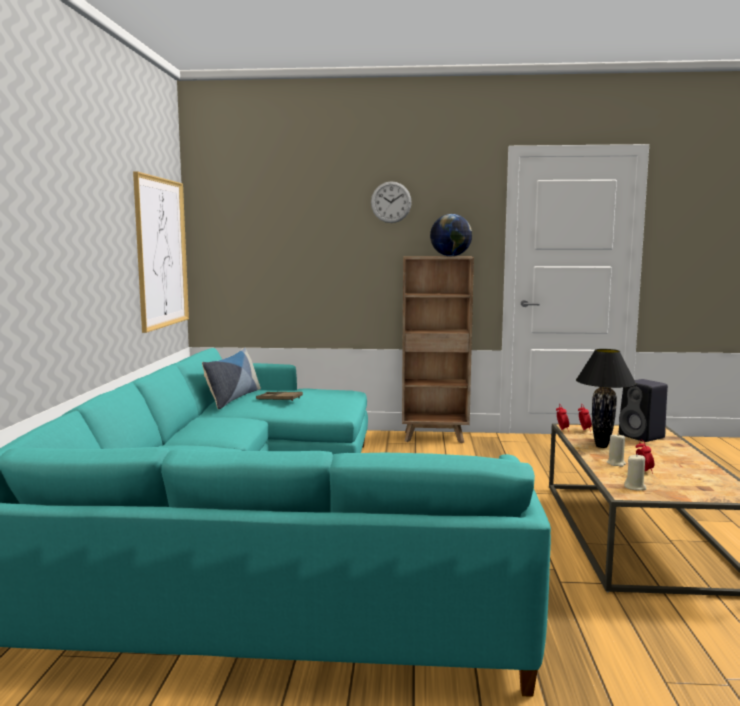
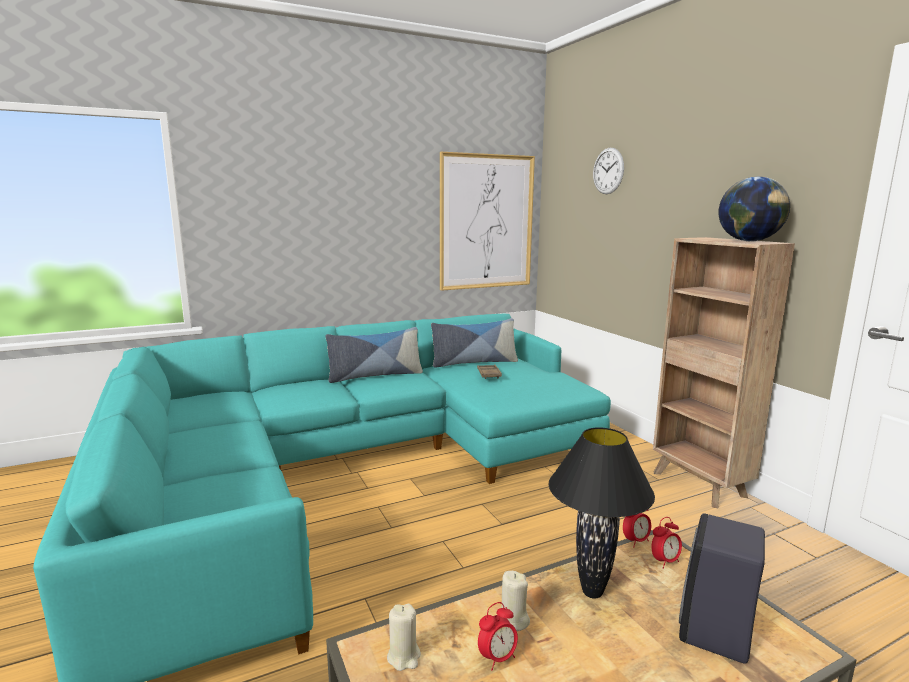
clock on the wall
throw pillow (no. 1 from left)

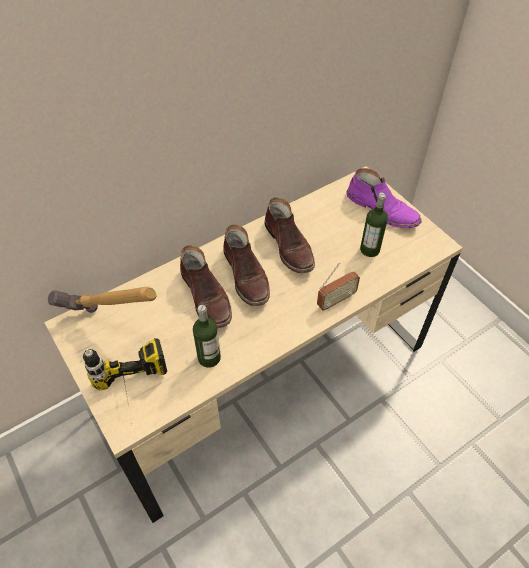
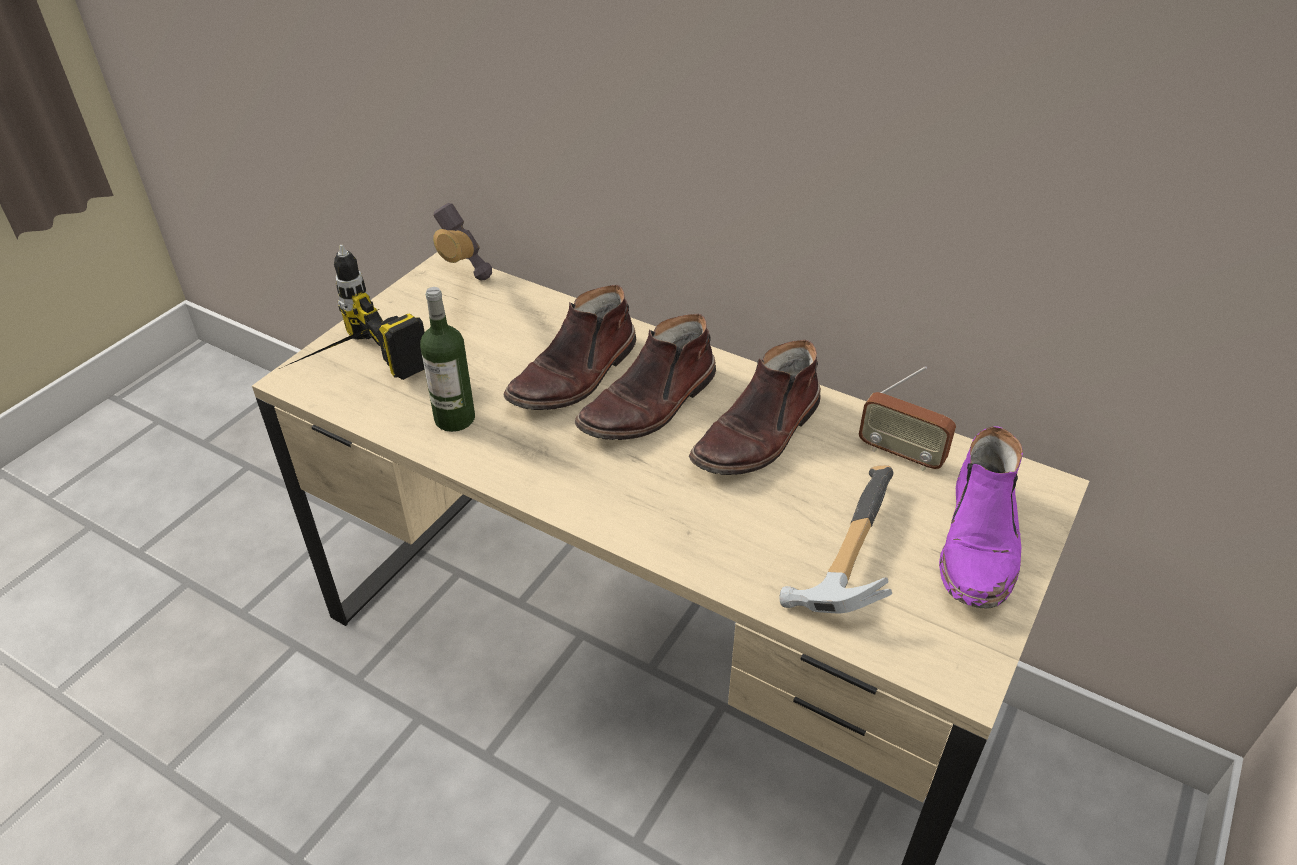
tool hammer (no. 2 from left)
radio

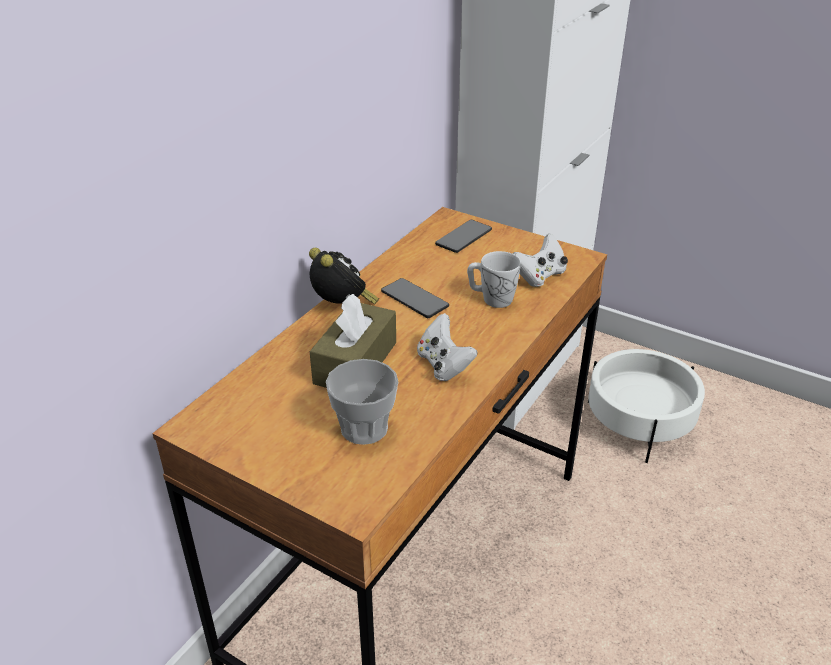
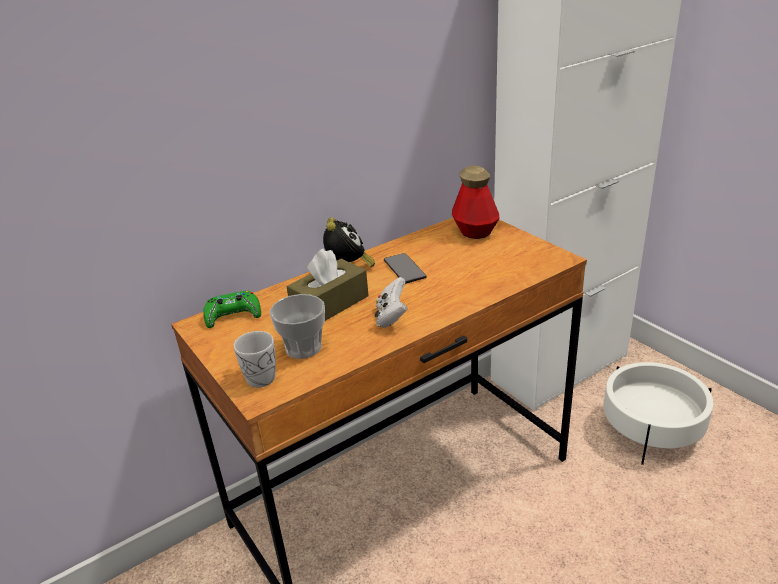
drink bottle
whitish joypad (no. 2 from left in the first image)
whitish coffee mug
green-coloured joypad

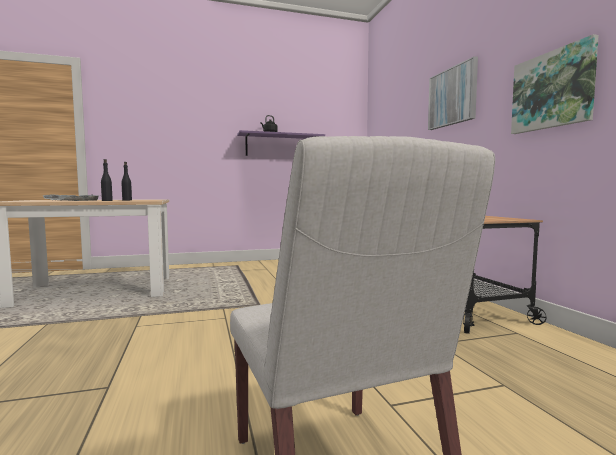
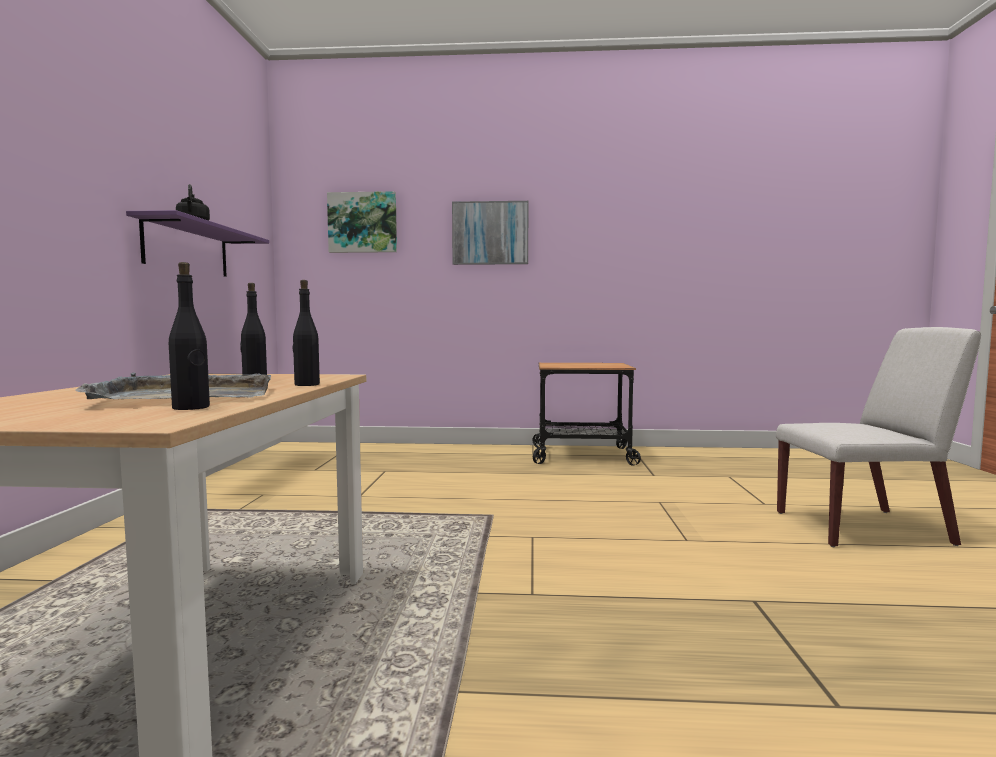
wall art (no. 1 from left)
black-coloured drink bottle (no. 1 from left)

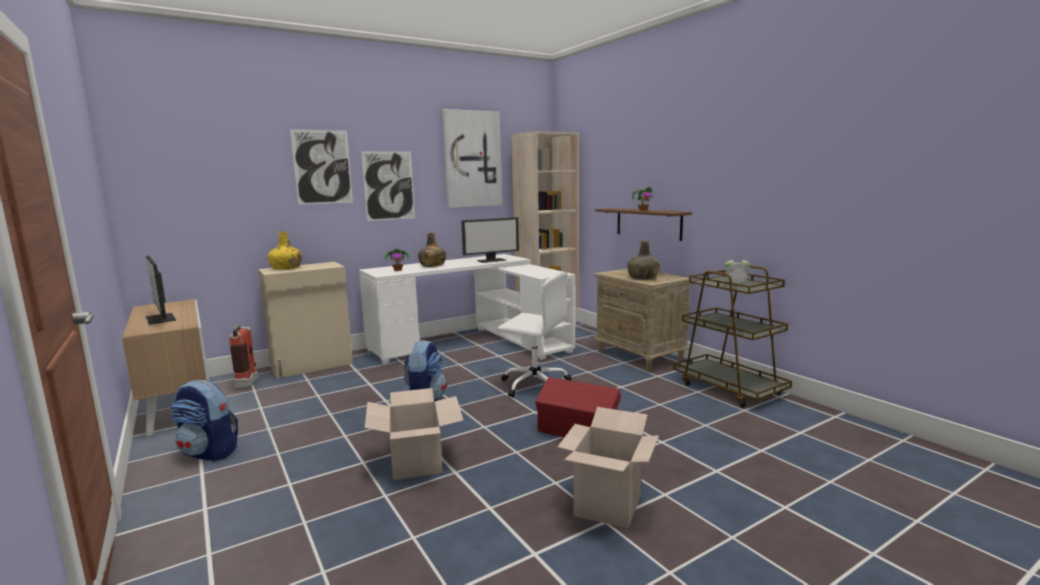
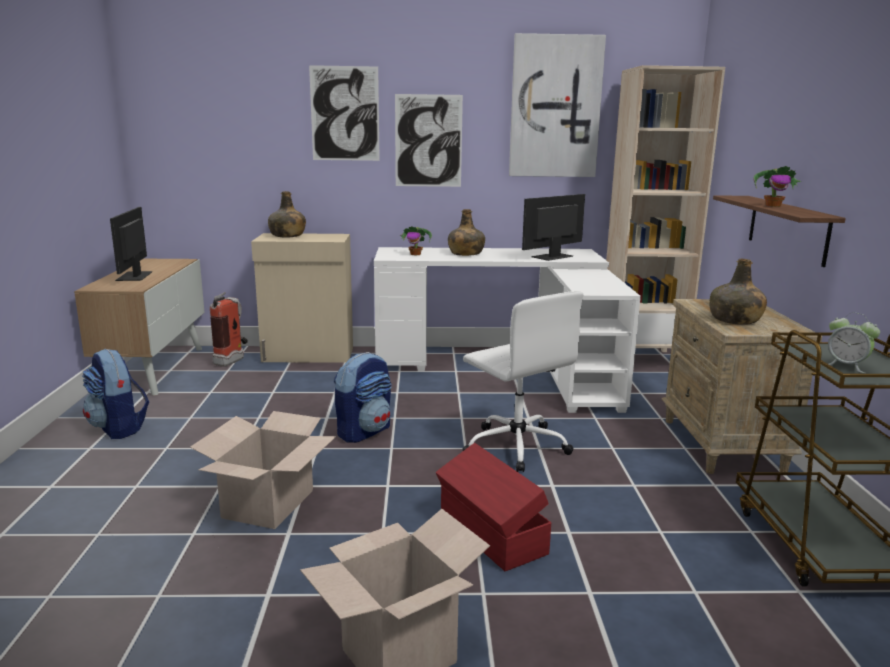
monitor (no. 2 from left)
green-coloured drink bottle (no. 1 from left)

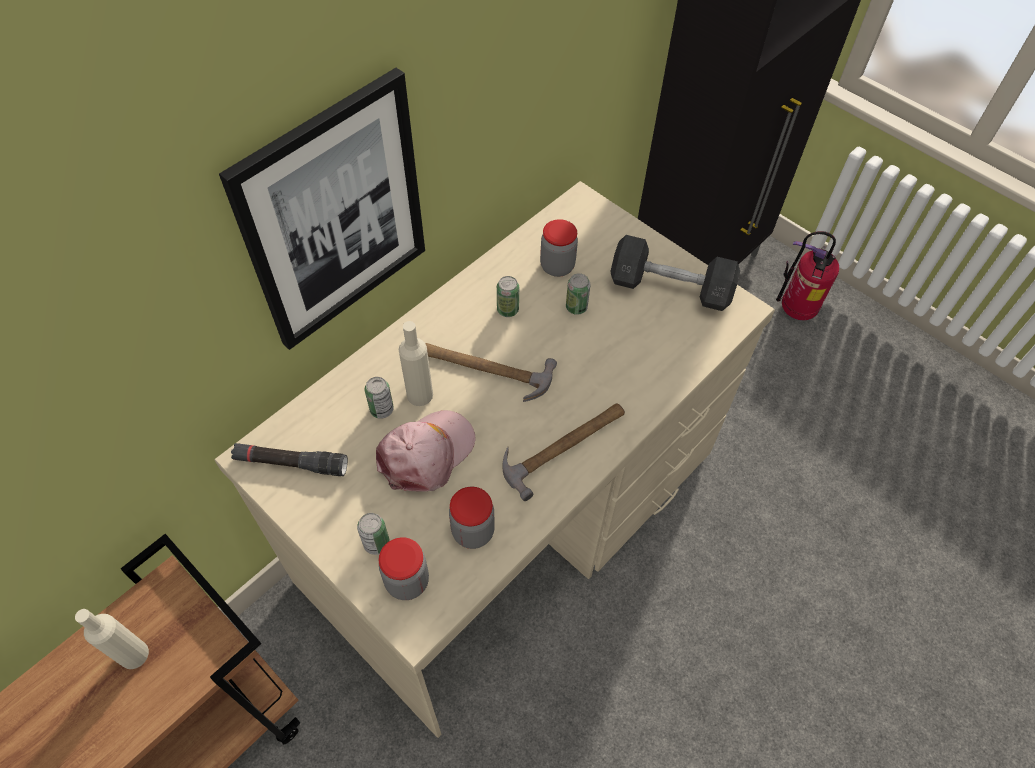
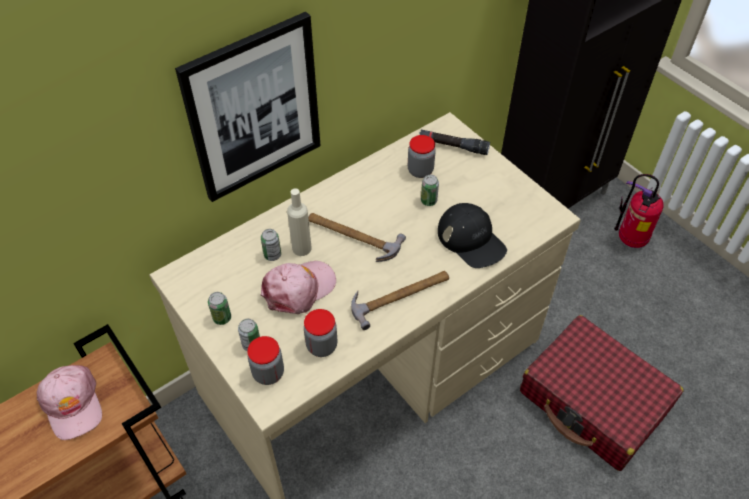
gray hand weight
metal can (no. 1 from left)
black-coloured flashlight
pinkish baseball cap (no. 1 from left)
black-coloured baseball cap
red travel case

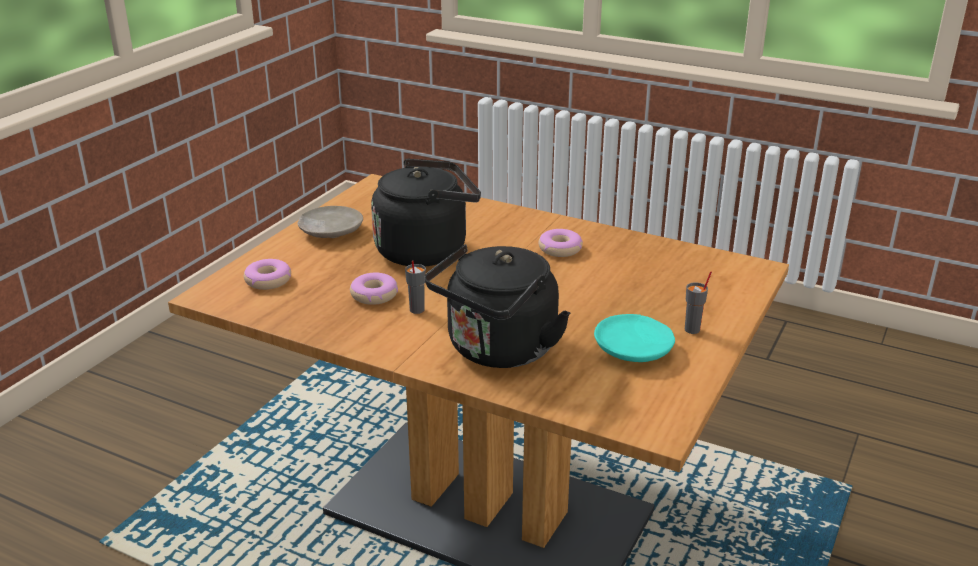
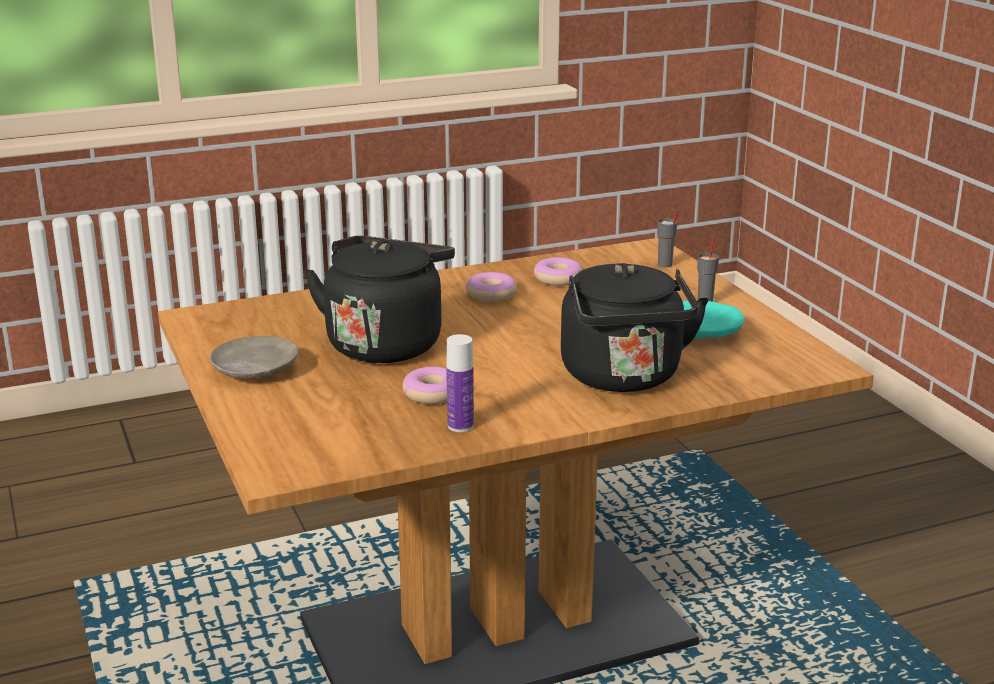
ring doughnut (no. 3 from left)
gray cup (no. 1 from left)
drink bottle

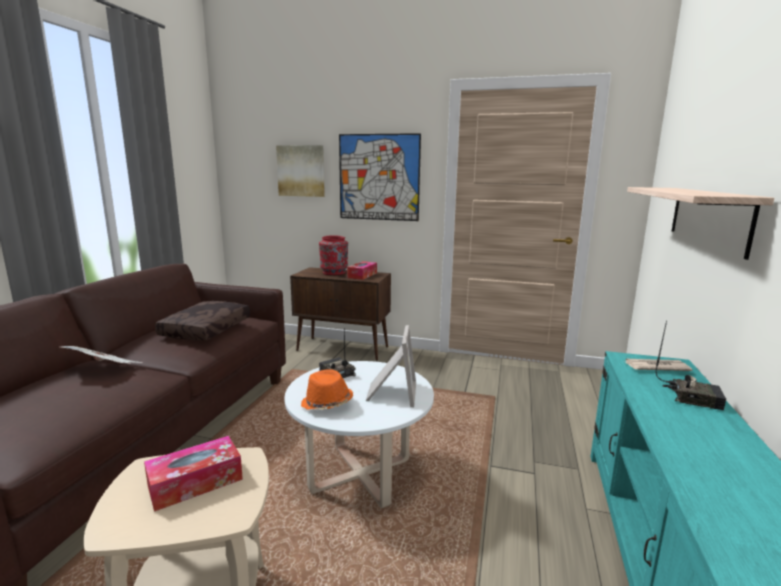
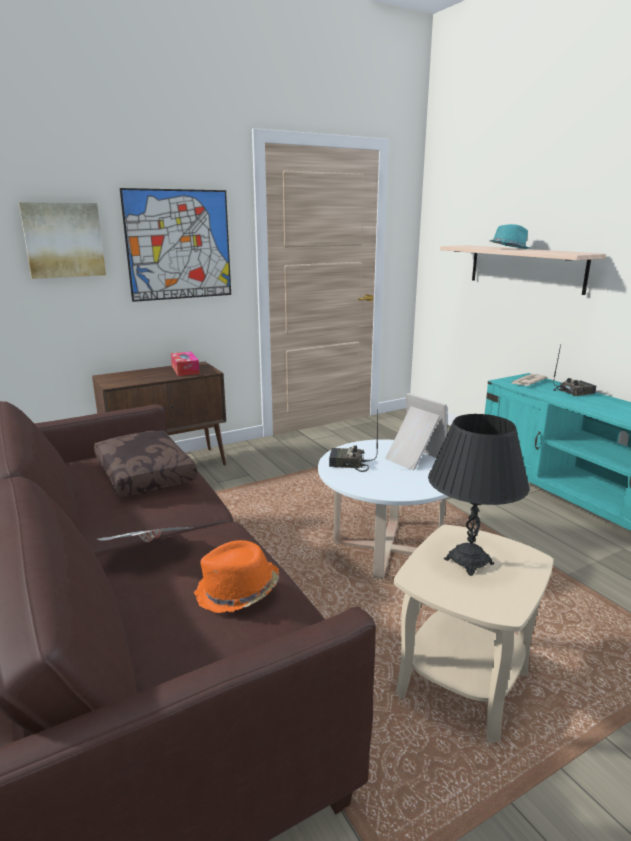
red vase
orangey wearable hat
black-coloured tabletop lamp
turquoise-coloured wearable hat

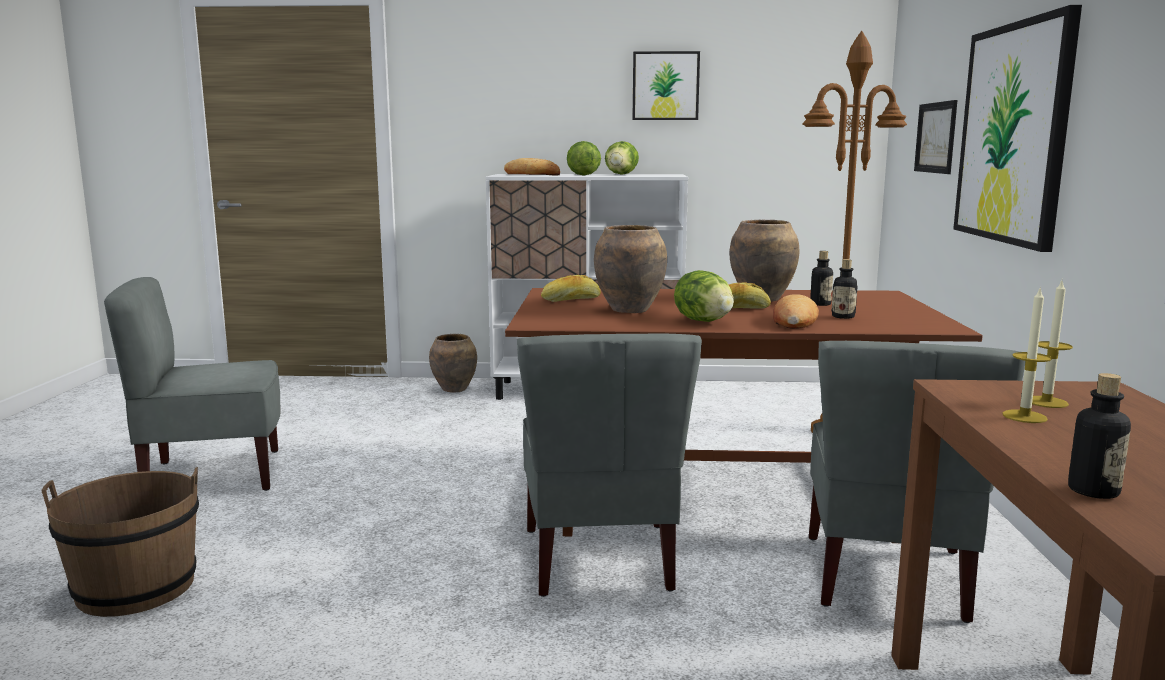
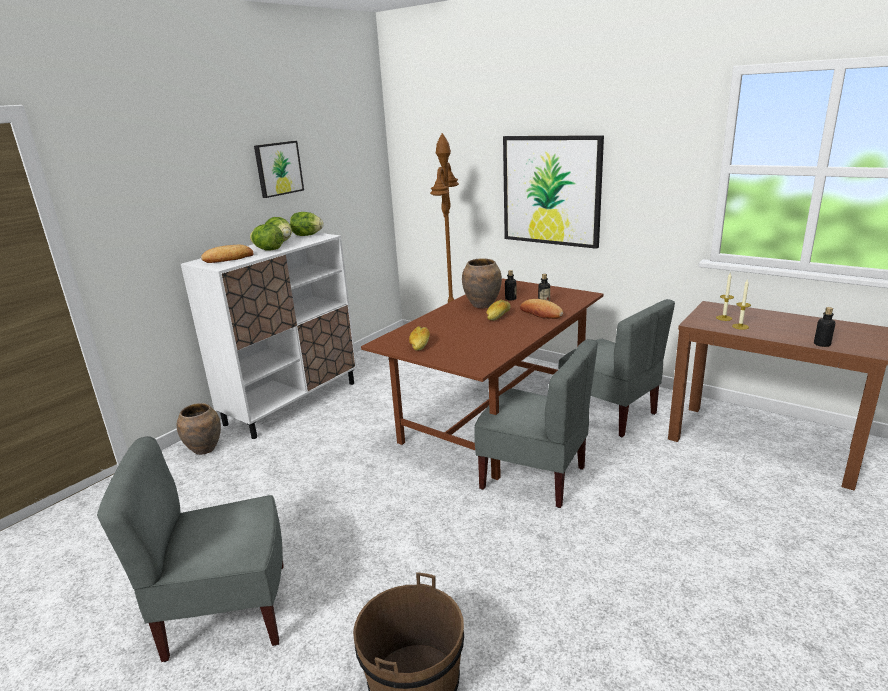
wall art (no. 2 from left in the first image)
brownish vase (no. 2 from left in the first image)
lettuce head (no. 3 from left)
gray upright chair (no. 1 from left)

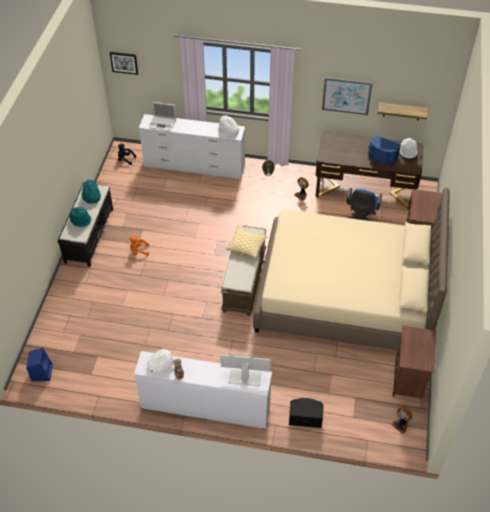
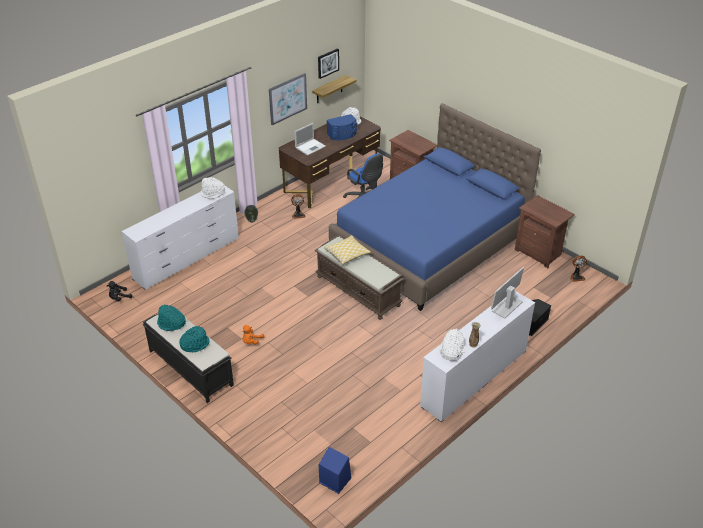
wall art (no. 2 from left)
portable computer
blue-coloured sleeping bed

